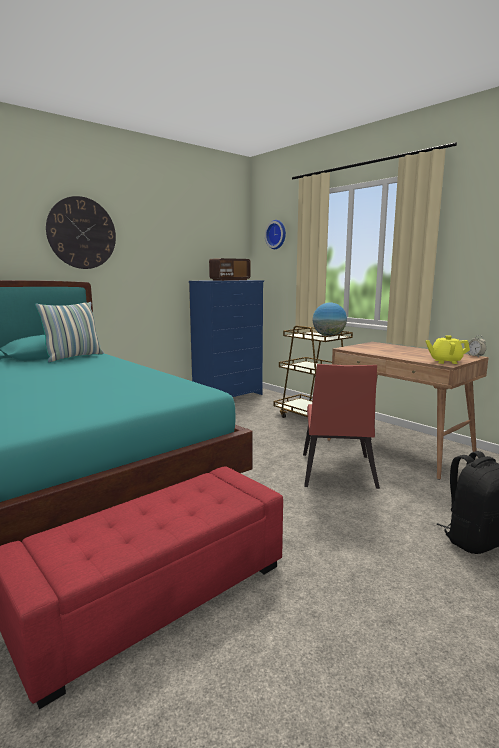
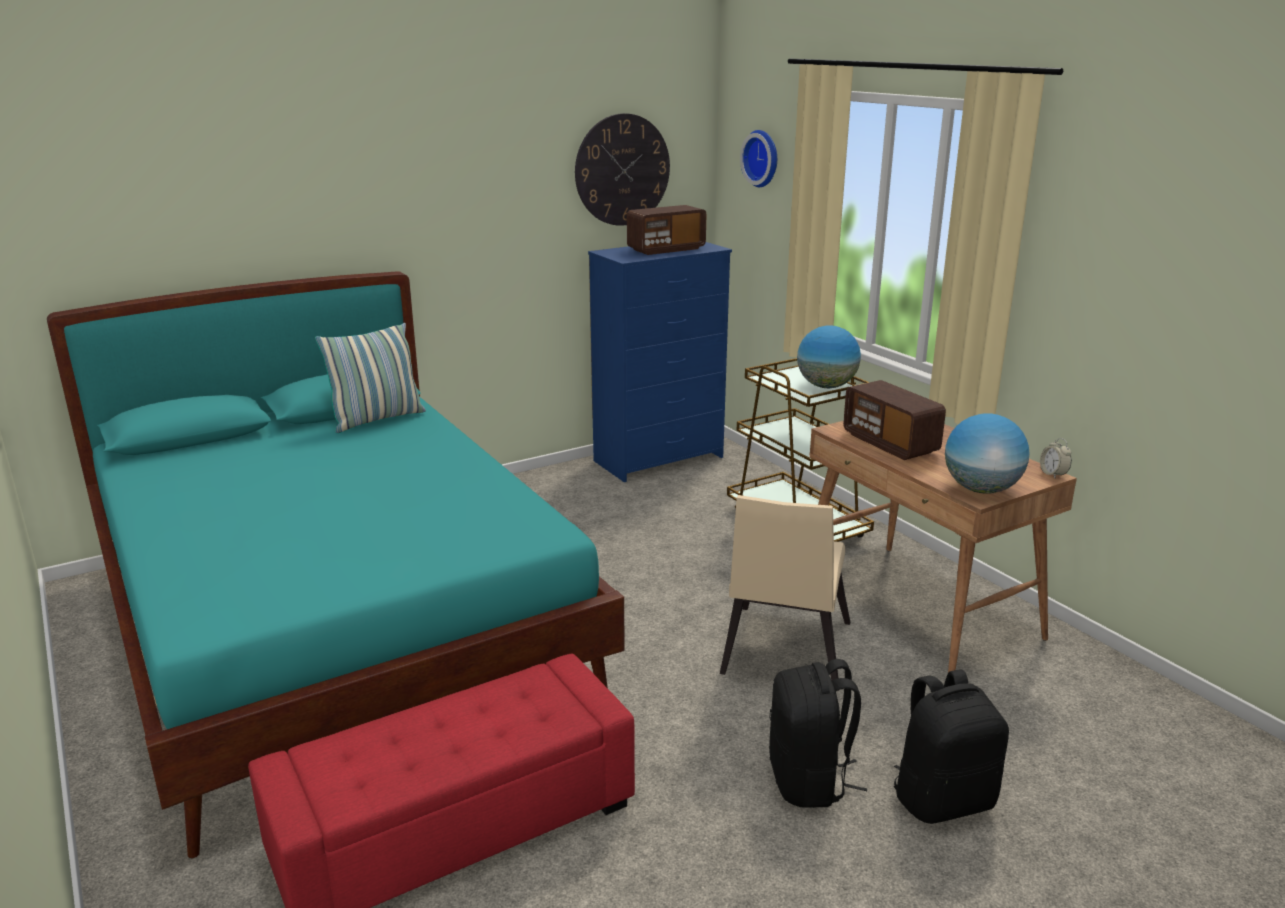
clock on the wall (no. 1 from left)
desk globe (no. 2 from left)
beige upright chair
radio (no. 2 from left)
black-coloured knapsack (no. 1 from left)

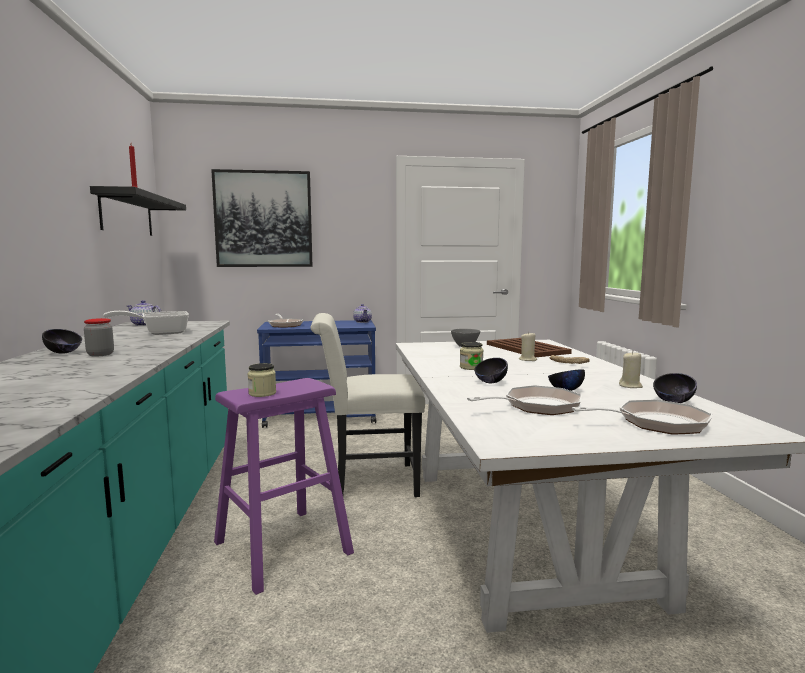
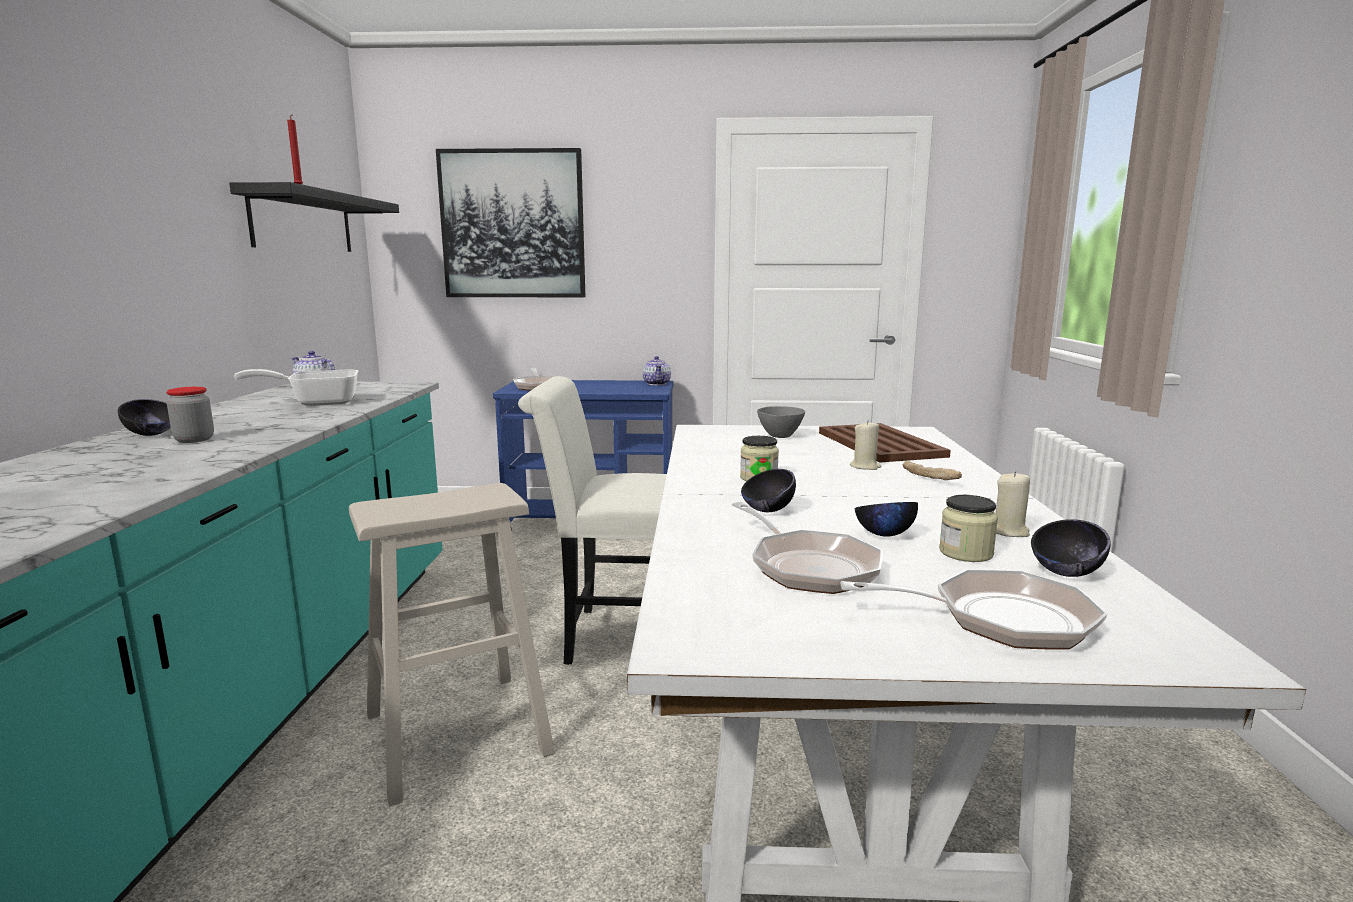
storage jar (no. 3 from left)
beige sitting stool
frying pan (no. 3 from left)

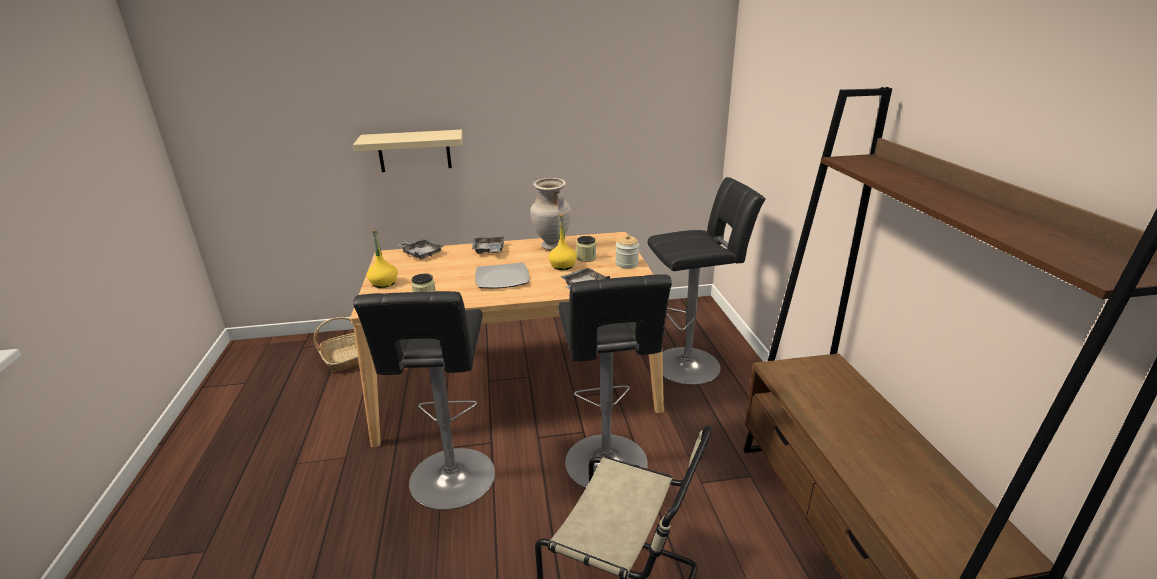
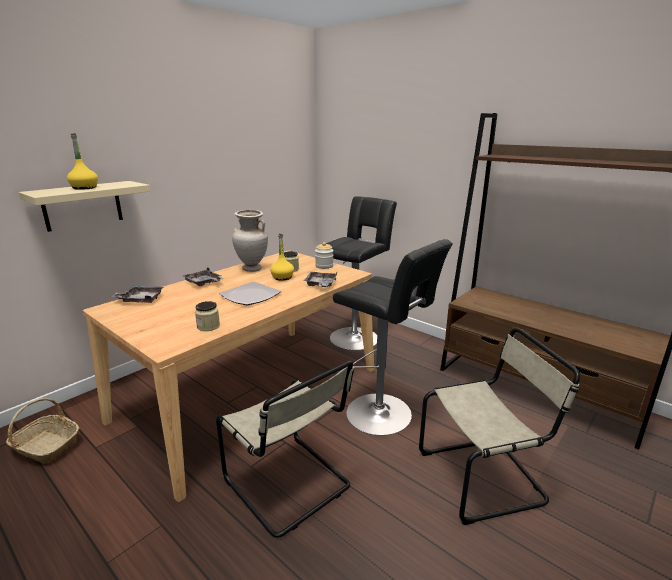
yellowish drink bottle (no. 1 from left)
beige upright chair (no. 1 from left)

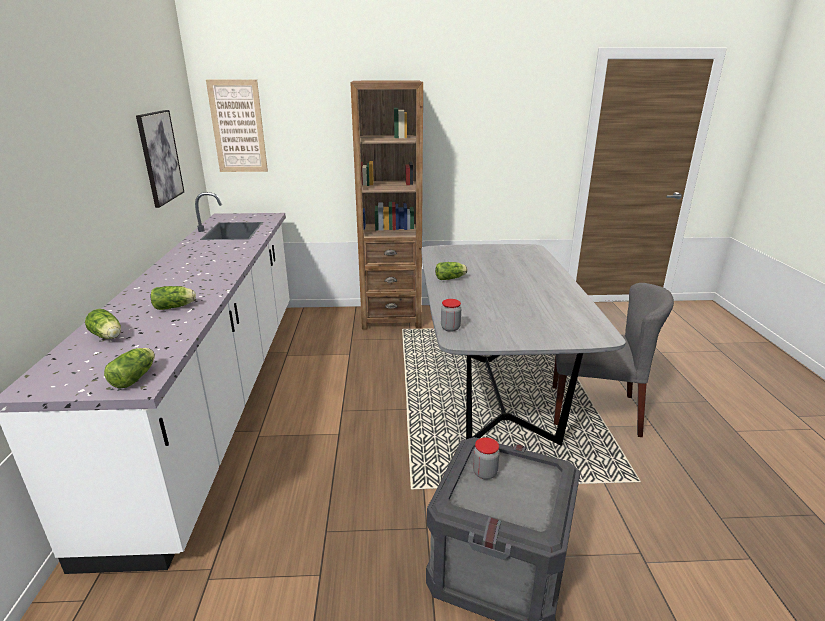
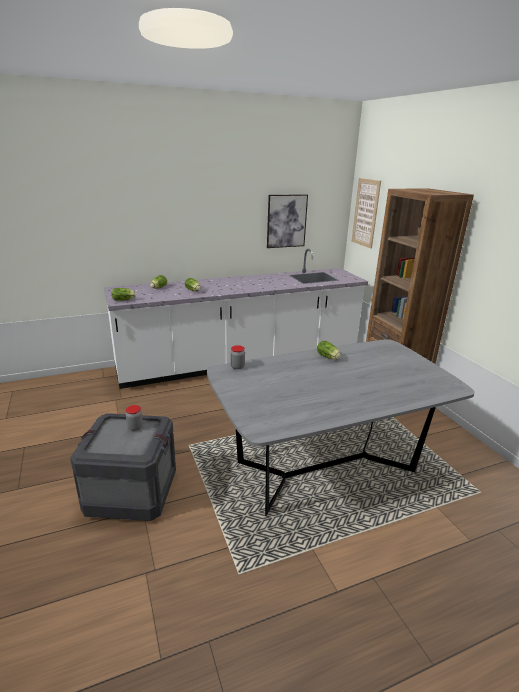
gray upright chair

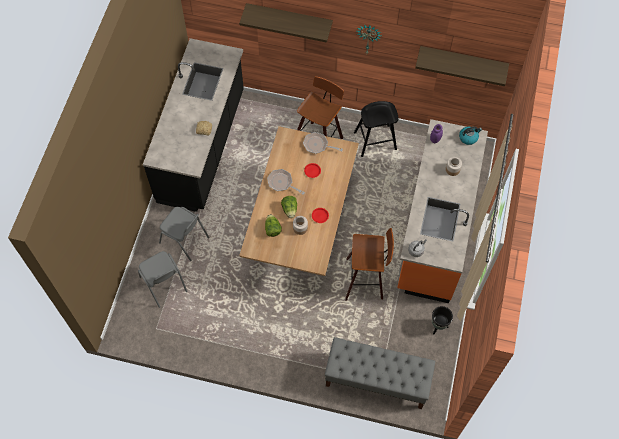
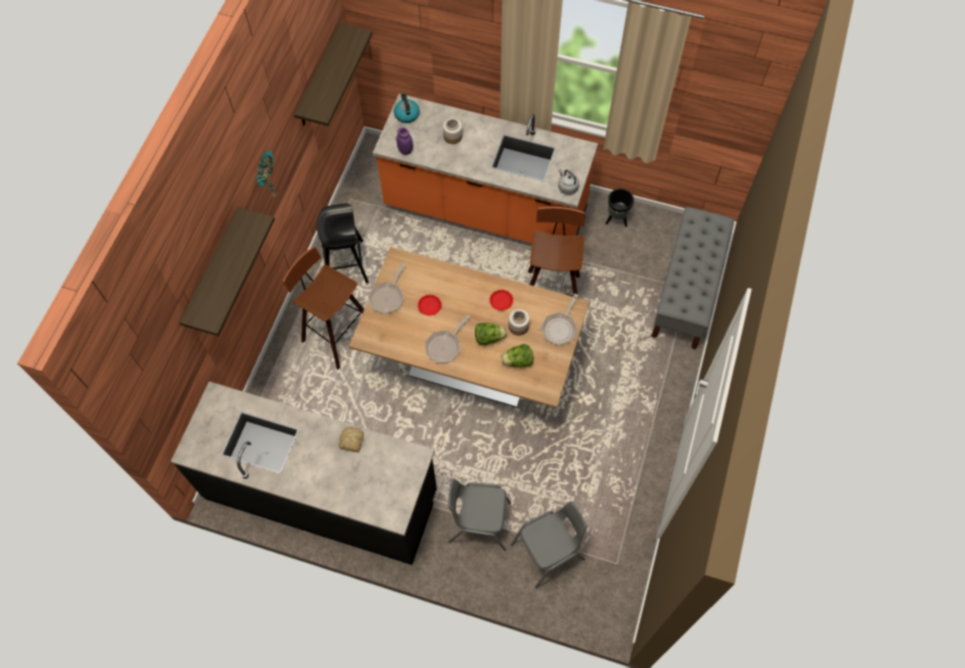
gray upright chair (no. 1 from left)
frying pan (no. 3 from left)

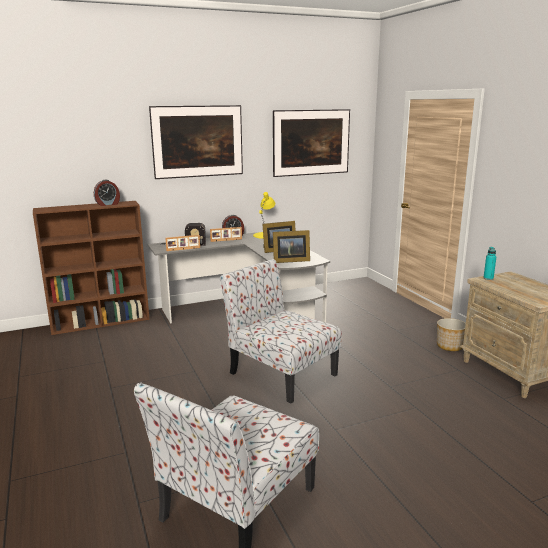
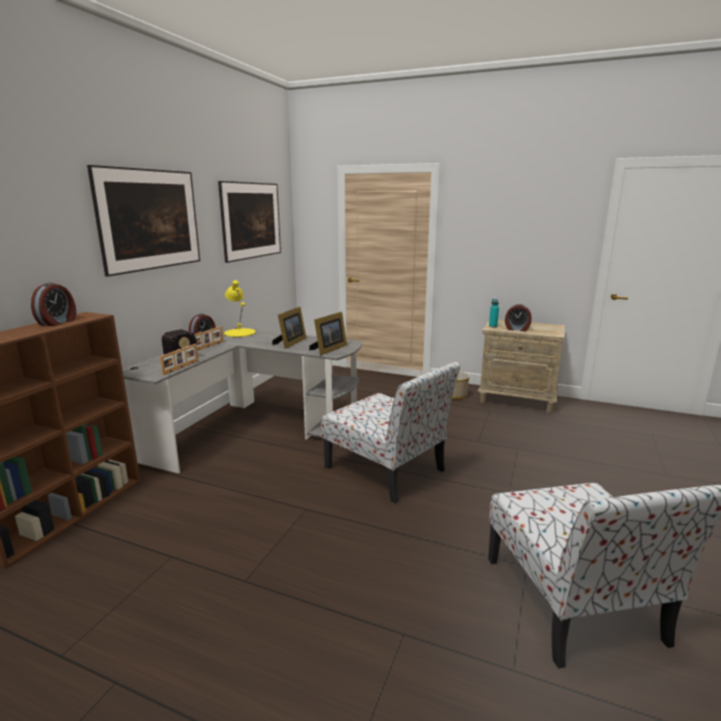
upright chair (no. 1 from left)
bedside clock (no. 3 from left)

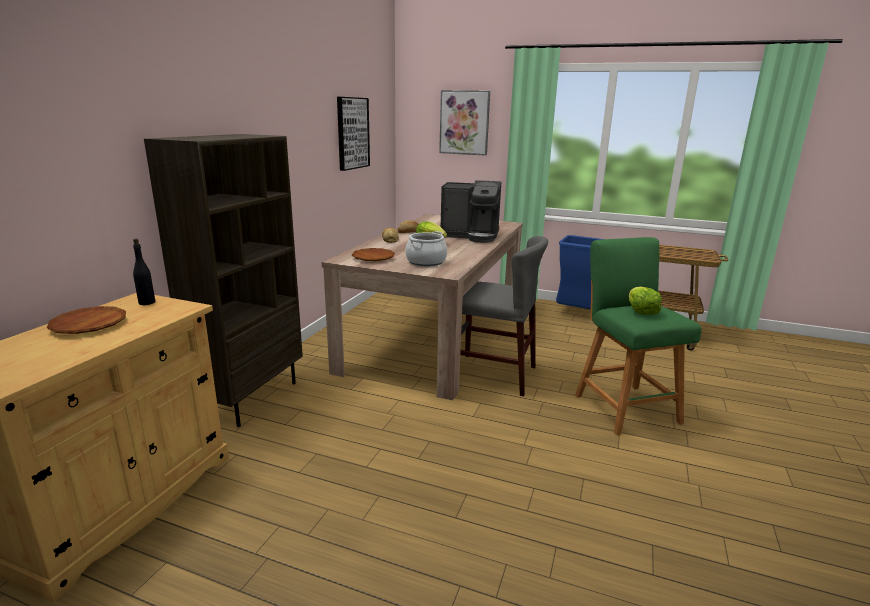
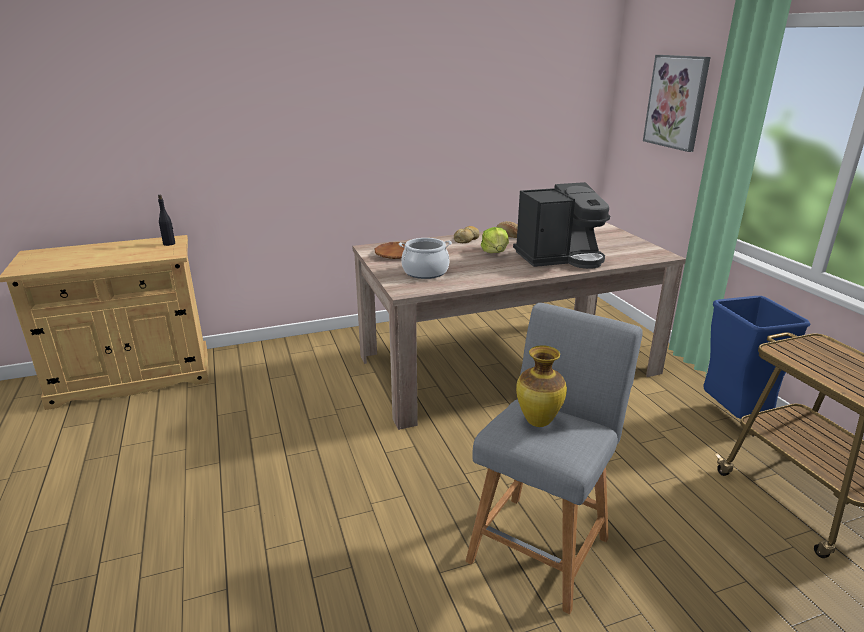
wall art (no. 1 from left in the first image)
brownish shelving unit
coffee maker
gray upright chair
gray sitting stool
vase
brownish dinner plate (no. 1 from left in the first image)

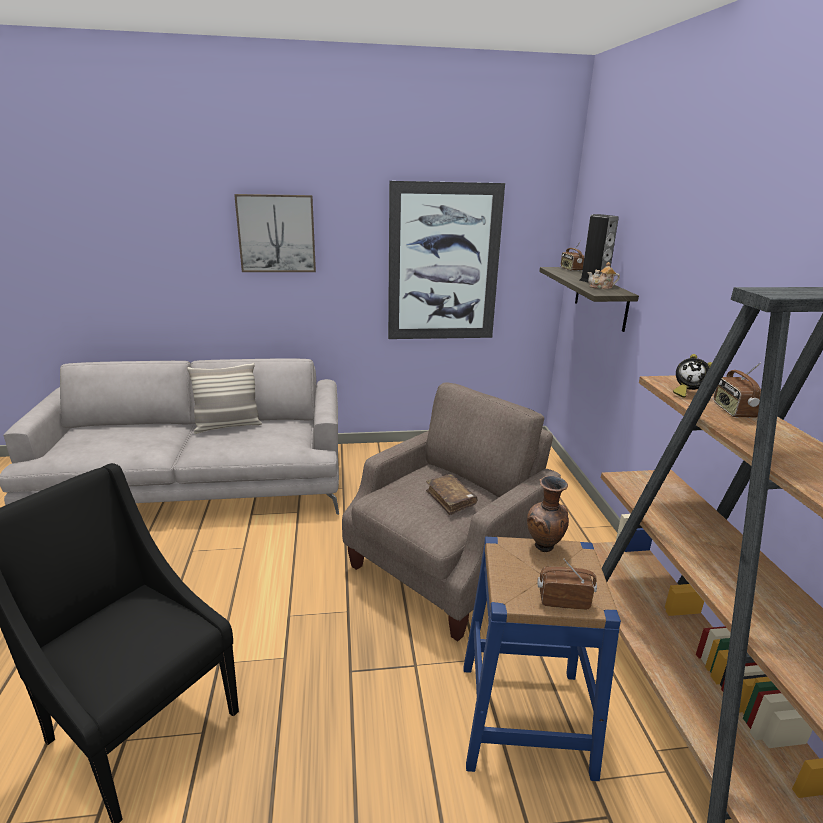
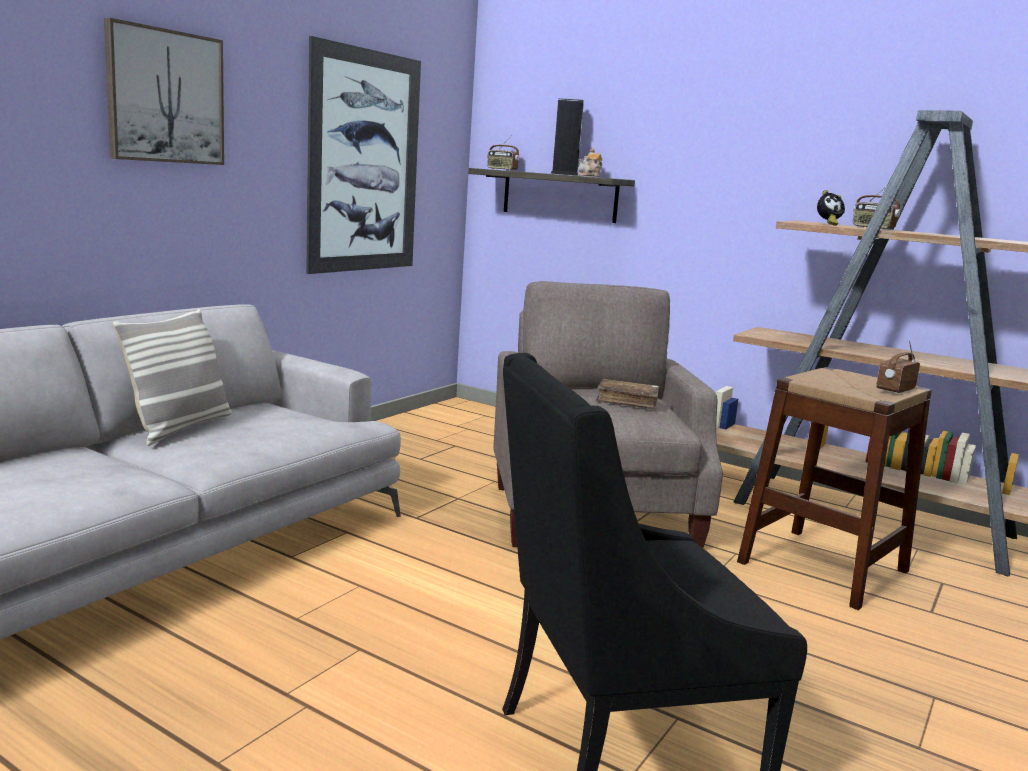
brownish vase
brownish sitting stool

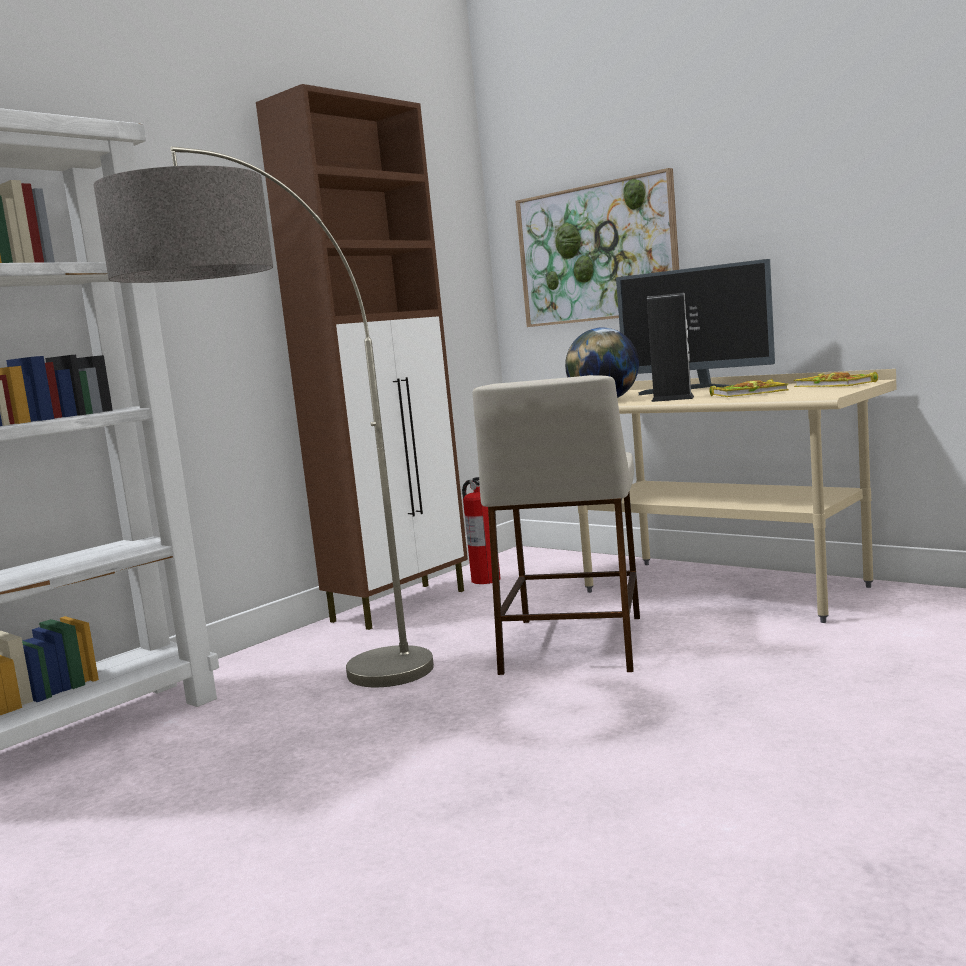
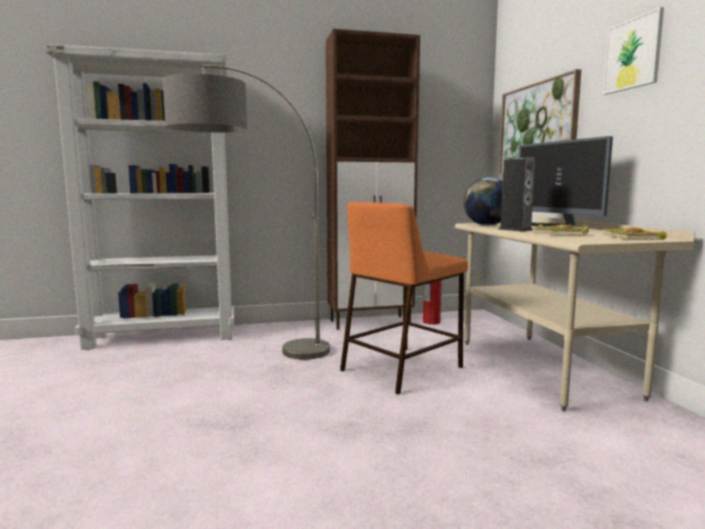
orangey sitting stool
wall art (no. 2 from left)

